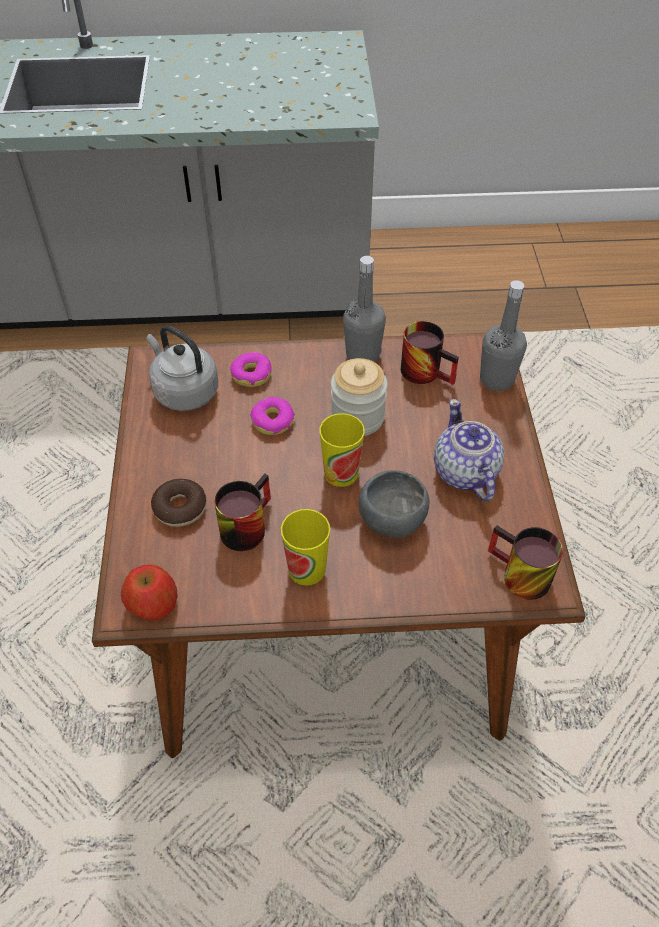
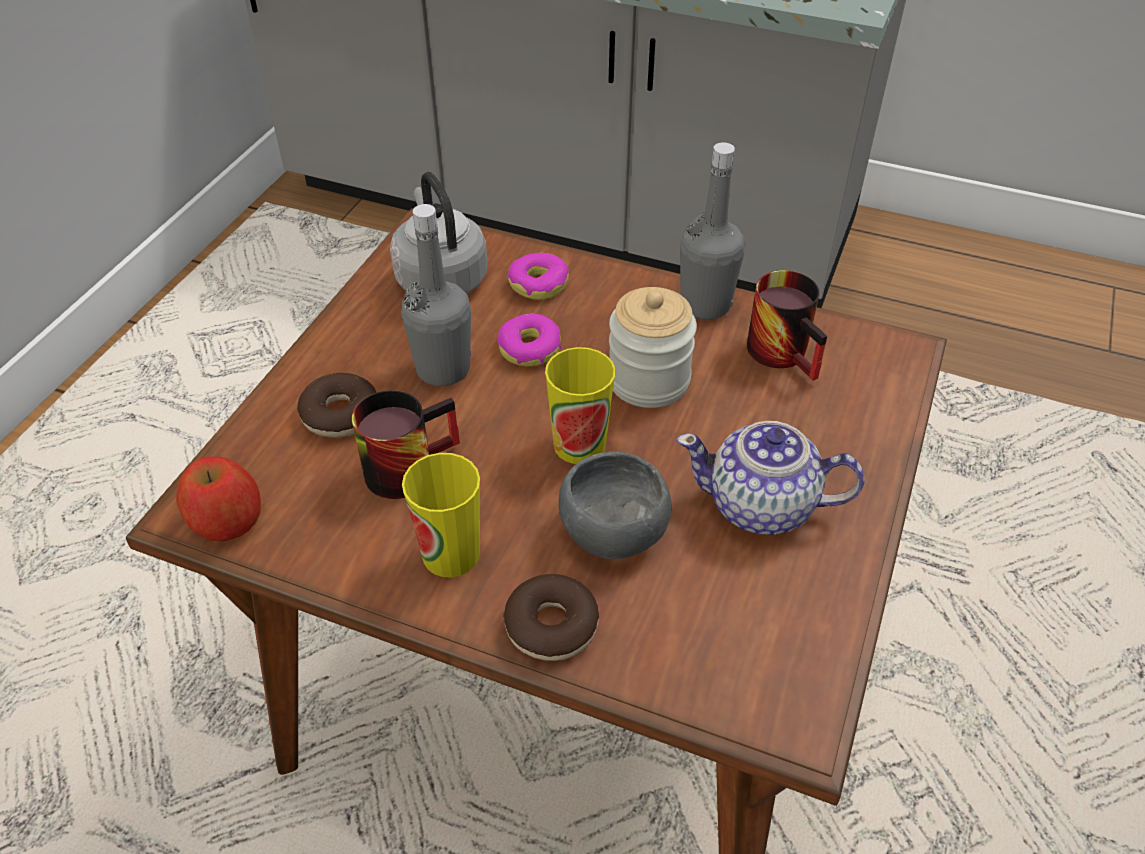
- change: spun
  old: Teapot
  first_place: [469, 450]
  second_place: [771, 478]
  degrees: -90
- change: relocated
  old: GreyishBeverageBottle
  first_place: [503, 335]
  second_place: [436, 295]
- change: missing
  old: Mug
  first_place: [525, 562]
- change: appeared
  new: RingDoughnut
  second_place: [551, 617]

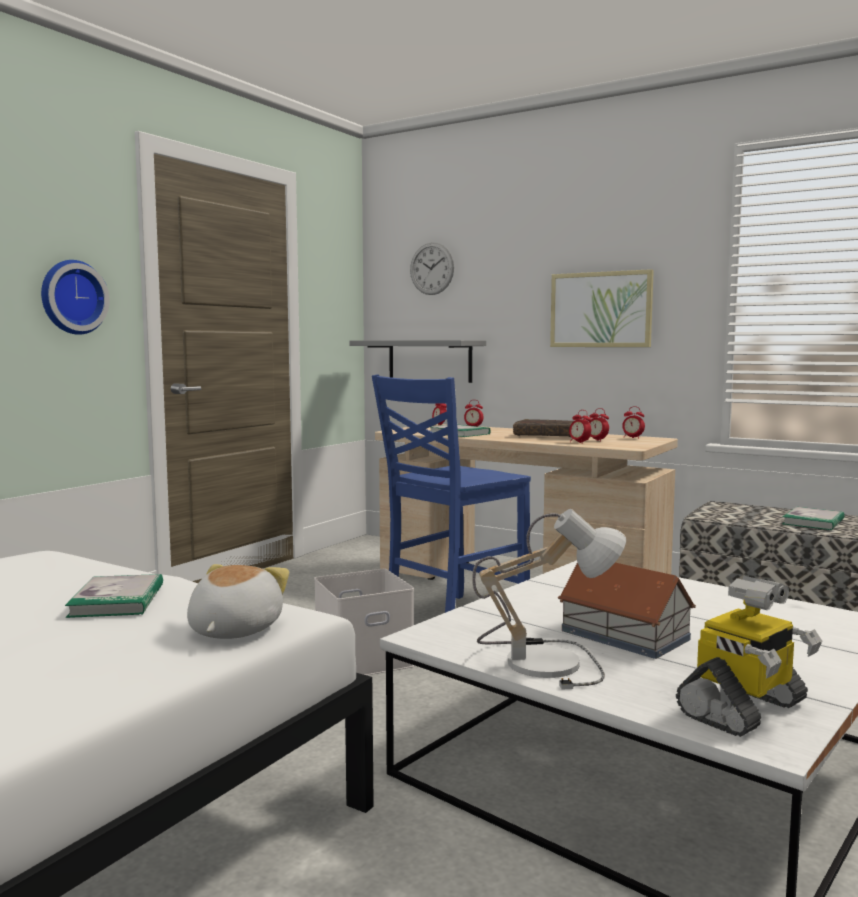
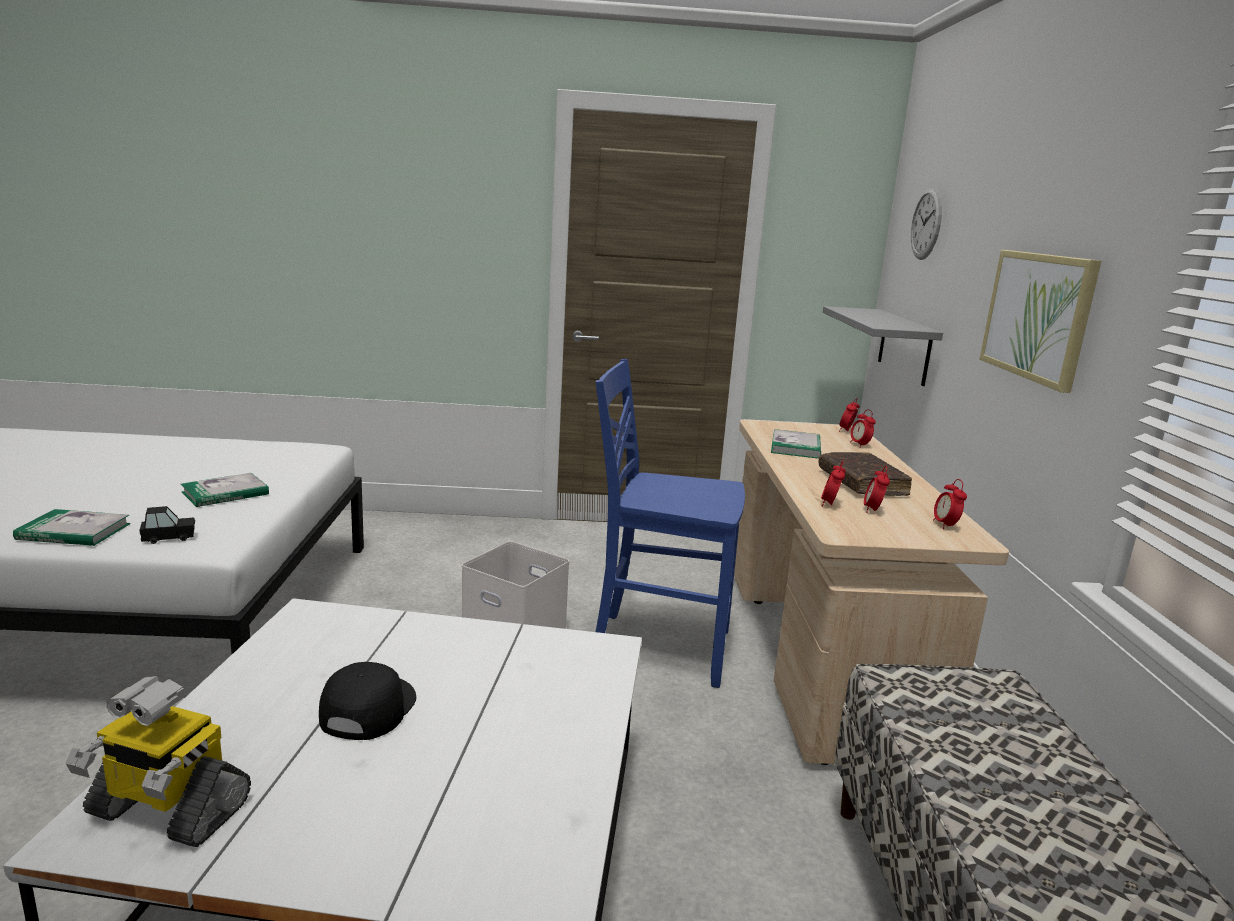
- change: missing
  old: ClockOnTheWall
  first_place: [75, 297]
- change: exchanged
  old: SoftToy
  new: BlackColouredMiniatureCar
  first_place: [238, 601]
  second_place: [167, 525]
- change: missing
  old: TabletopLamp
  first_place: [549, 599]
- change: exchanged
  old: ToyHouse
  new: BlackColouredBaseballCap
  first_place: [627, 610]
  second_place: [367, 701]
- change: relocated
  old: Volume
  first_place: [814, 518]
  second_place: [72, 527]

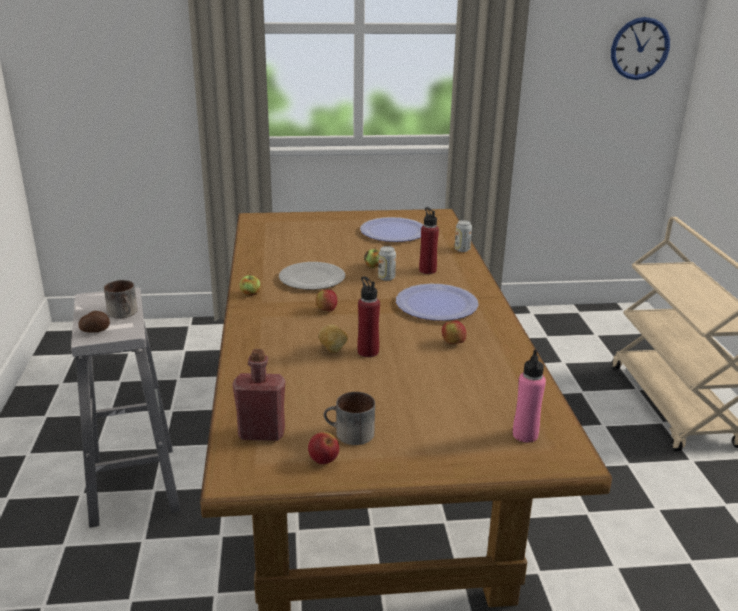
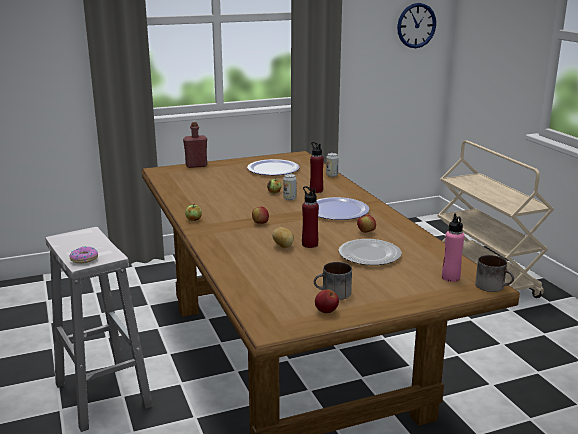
- change: exchanged
  old: Spud
  new: RingDoughnut
  first_place: [94, 322]
  second_place: [83, 255]
- change: relocated
  old: Mug
  first_place: [121, 299]
  second_place: [494, 273]
- change: relocated
  old: RedBeverageBottle
  first_place: [258, 395]
  second_place: [195, 145]
- change: relocated
  old: DinnerPlate
  first_place: [312, 276]
  second_place: [370, 252]

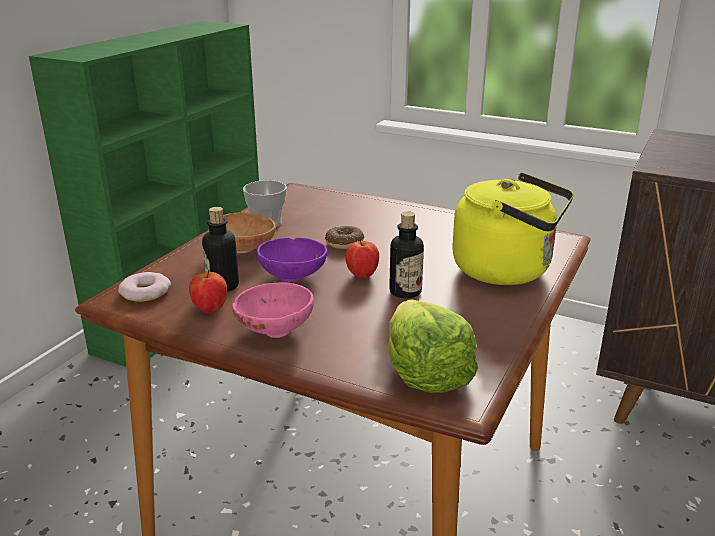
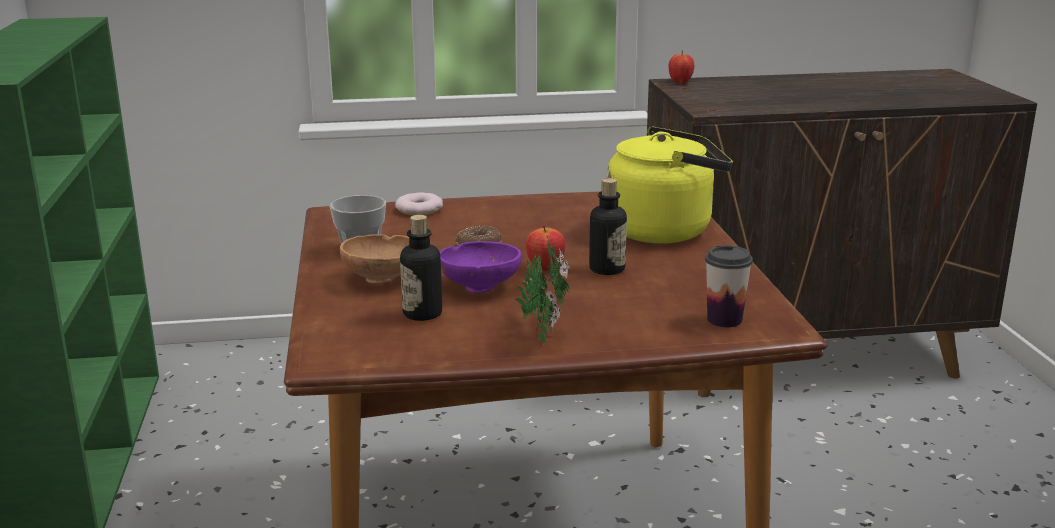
- change: relocated
  old: RingDoughnut
  first_place: [144, 287]
  second_place: [419, 203]
- change: relocated
  old: WholeApple
  first_place: [208, 291]
  second_place: [681, 67]
- change: exchanged
  old: PinkishServingBowl
  new: PlantInAPot
  first_place: [273, 310]
  second_place: [542, 289]
- change: exchanged
  old: LettuceHead
  new: Cup
  first_place: [433, 346]
  second_place: [729, 286]

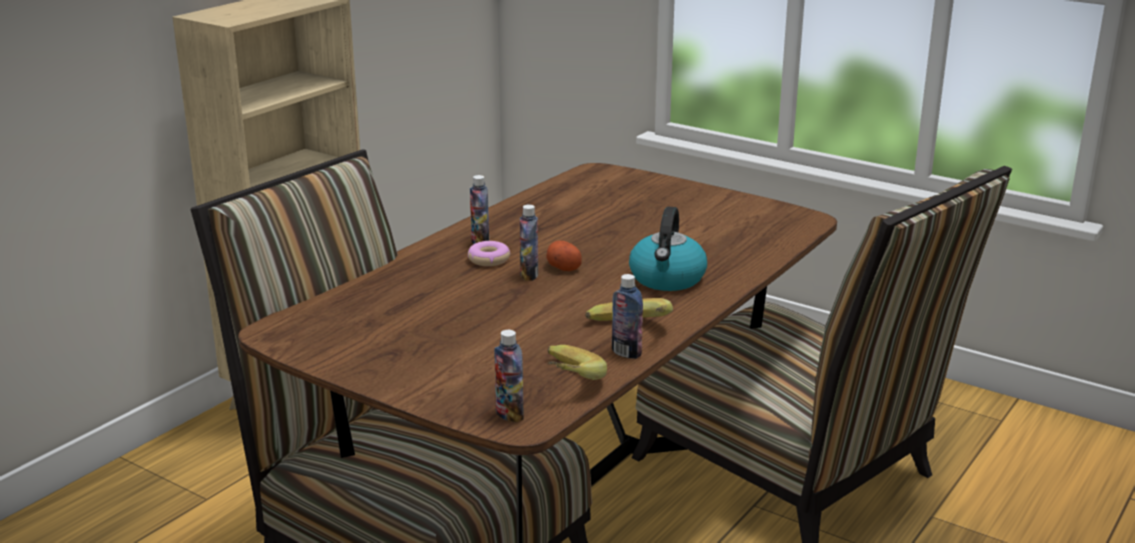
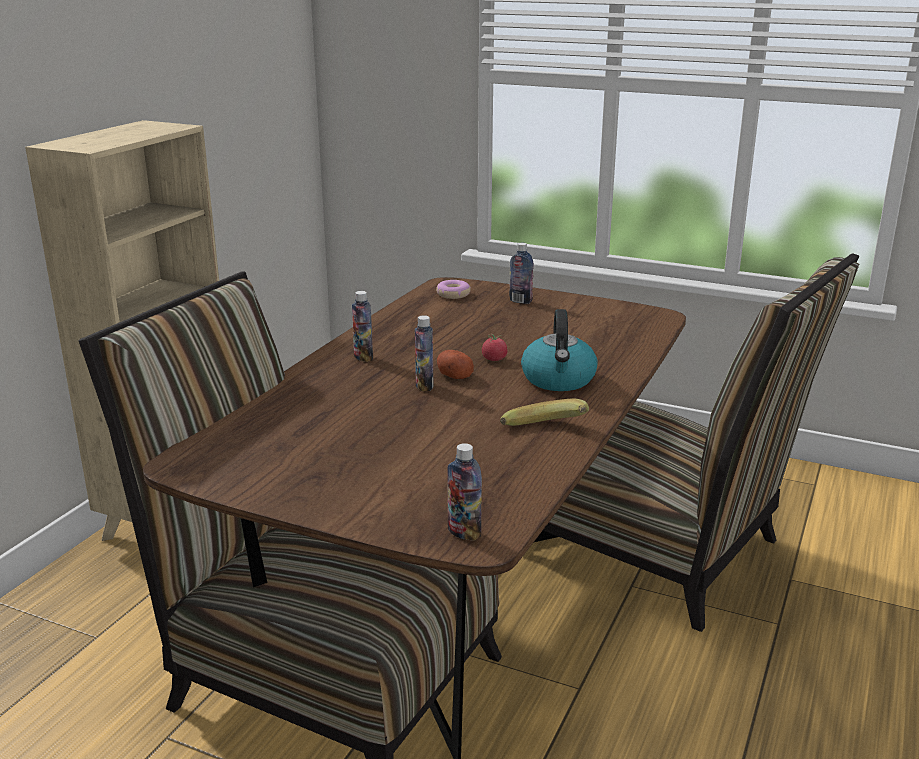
- change: relocated
  old: RingDoughnut
  first_place: [489, 253]
  second_place: [453, 289]
- change: missing
  old: Banana
  first_place: [577, 362]
- change: relocated
  old: BeverageBottle
  first_place: [627, 316]
  second_place: [521, 273]
- change: appeared
  new: WholeTomato
  second_place: [495, 347]

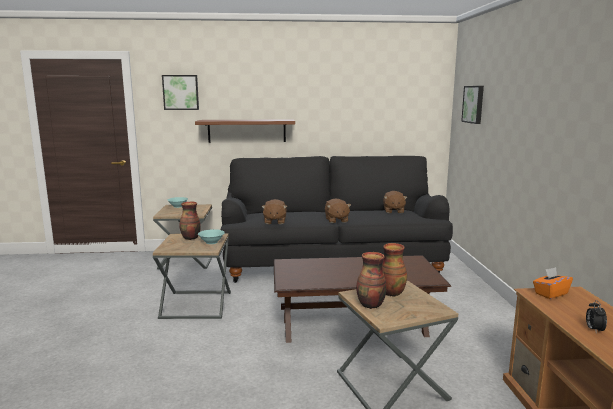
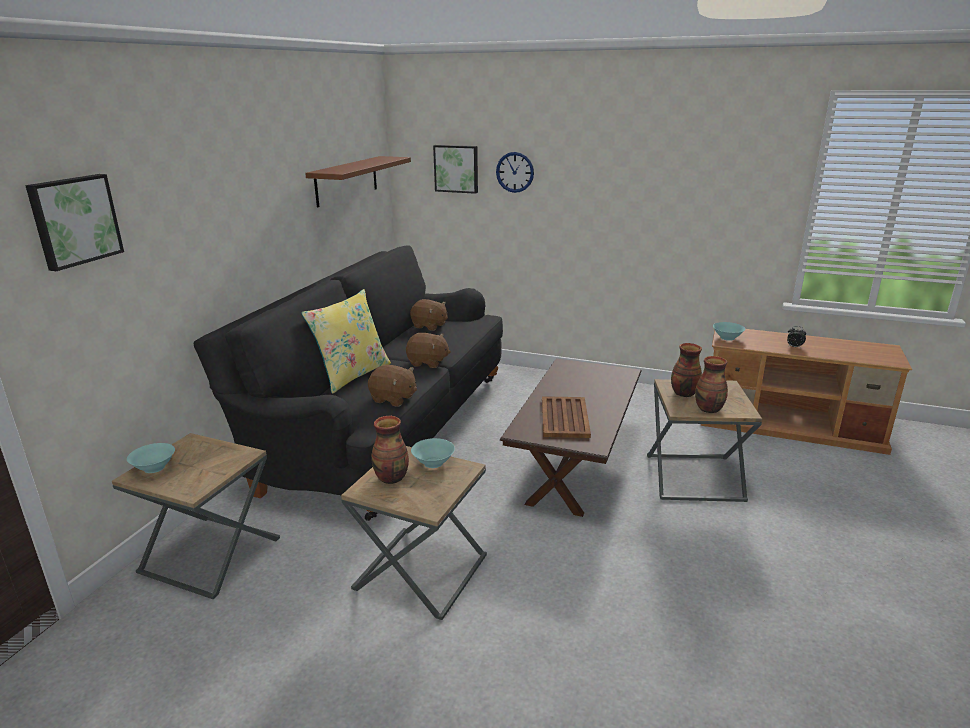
- change: relocated
  old: BrownishBracketShelf
  first_place: [245, 131]
  second_place: [358, 182]
- change: exchanged
  old: OrangeyTissueHolder
  new: TurquoiseColouredServingBowl
  first_place: [553, 283]
  second_place: [729, 331]
- change: appeared
  new: YellowPillow
  second_place: [346, 341]
- change: appeared
  new: ClockOnTheWall
  second_place: [515, 172]
- change: appeared
  new: BrownishServingTray
  second_place: [566, 417]

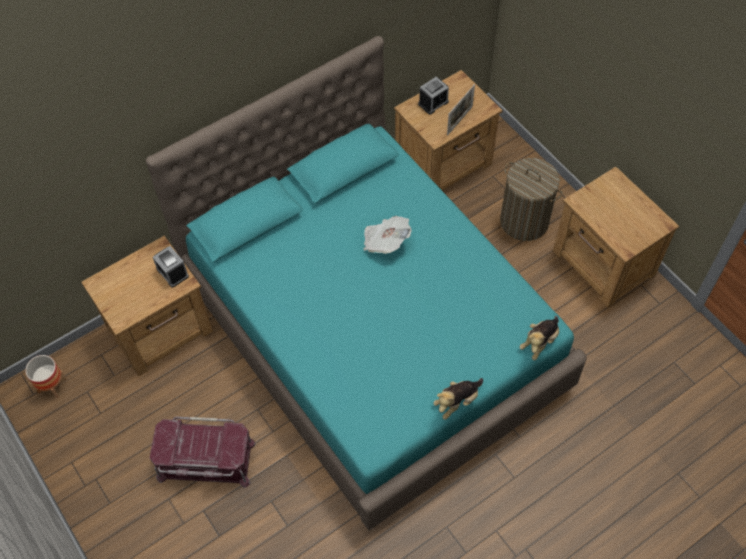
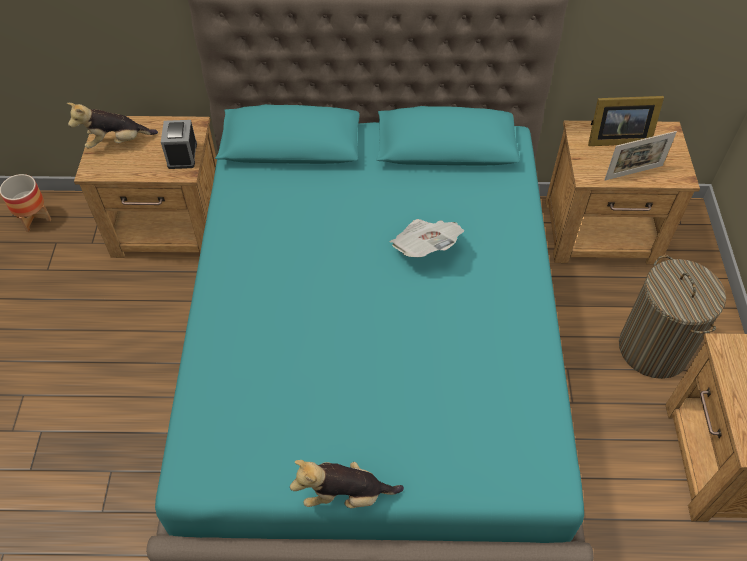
- change: missing
  old: RedStorageBox
  first_place: [203, 452]
- change: exchanged
  old: TableClock
  new: PictureFrame
  first_place: [433, 96]
  second_place: [626, 121]
- change: relocated
  old: SoftToy
  first_place: [539, 338]
  second_place: [112, 125]

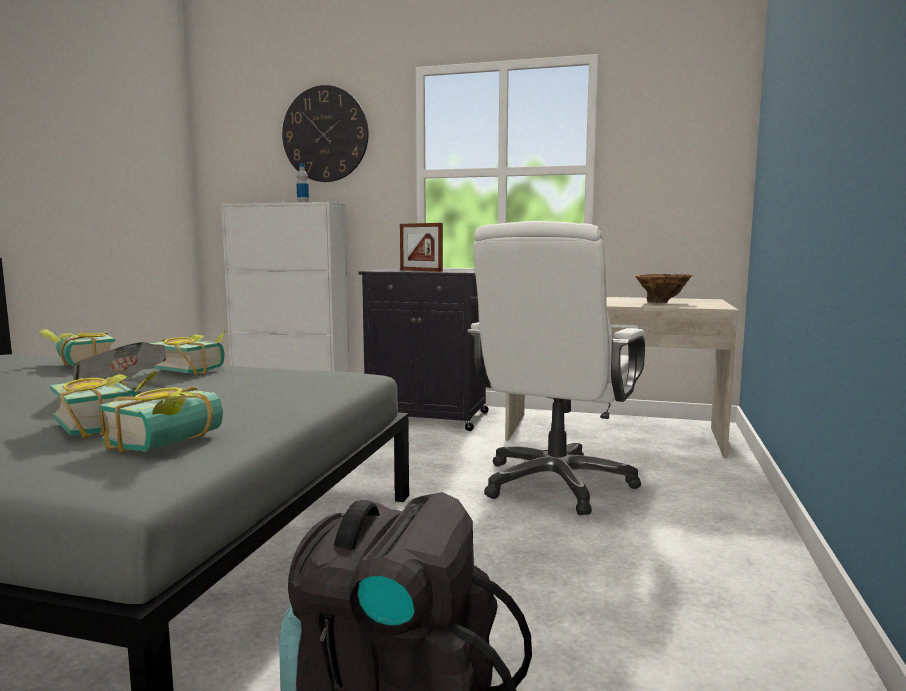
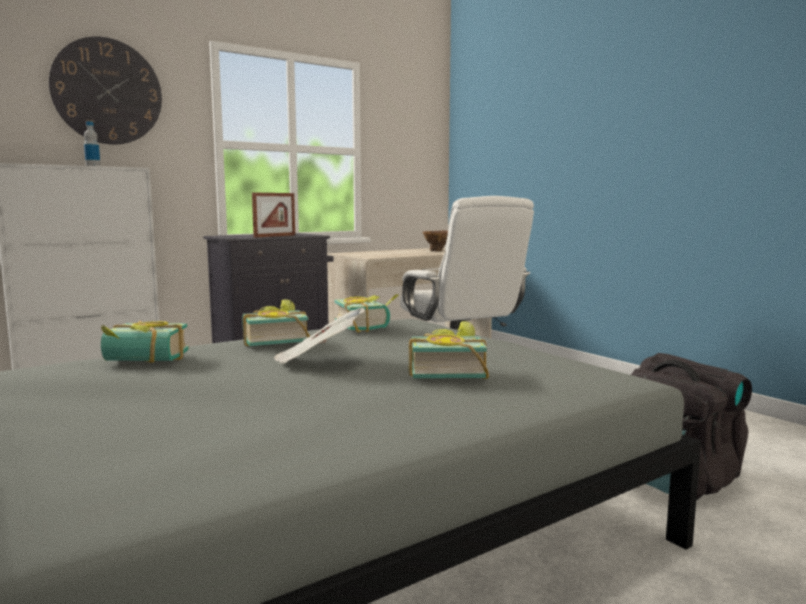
- change: relocated
  old: Volume
  first_place: [161, 419]
  second_place: [366, 313]
- change: spun
  old: PictureFrame
  first_place: [421, 247]
  second_place: [273, 215]
  degrees: -45

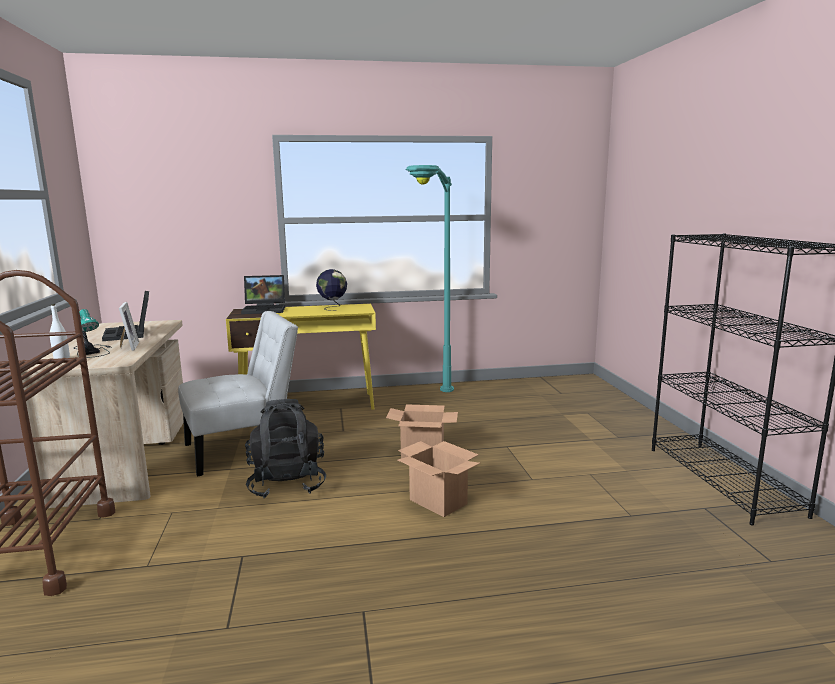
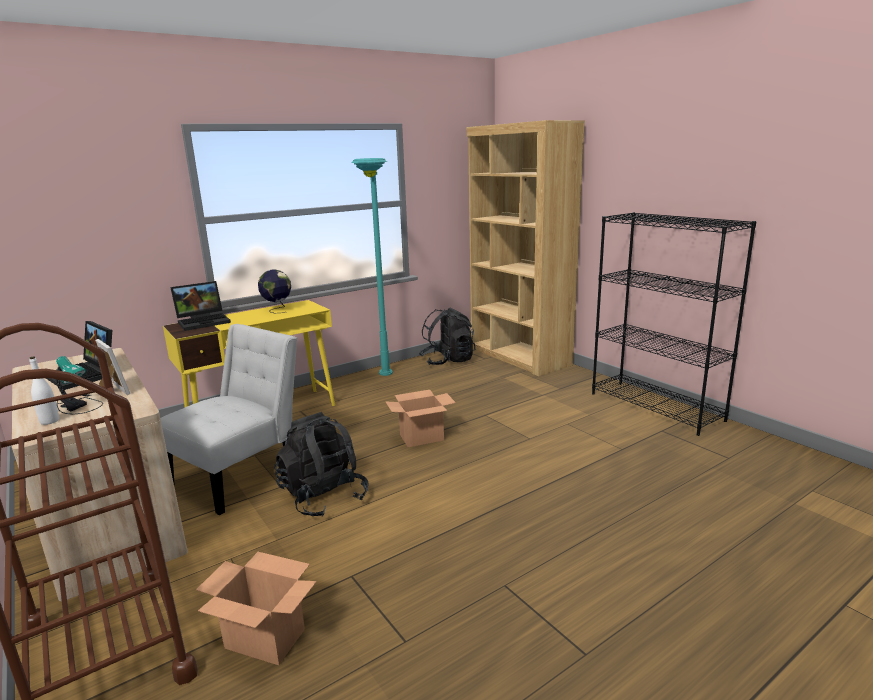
- change: relocated
  old: CardboardBox
  first_place: [439, 479]
  second_place: [256, 608]
- change: appeared
  new: BlackColouredRucksack
  second_place: [447, 336]
- change: appeared
  new: BrownishBookshelf
  second_place: [526, 248]

